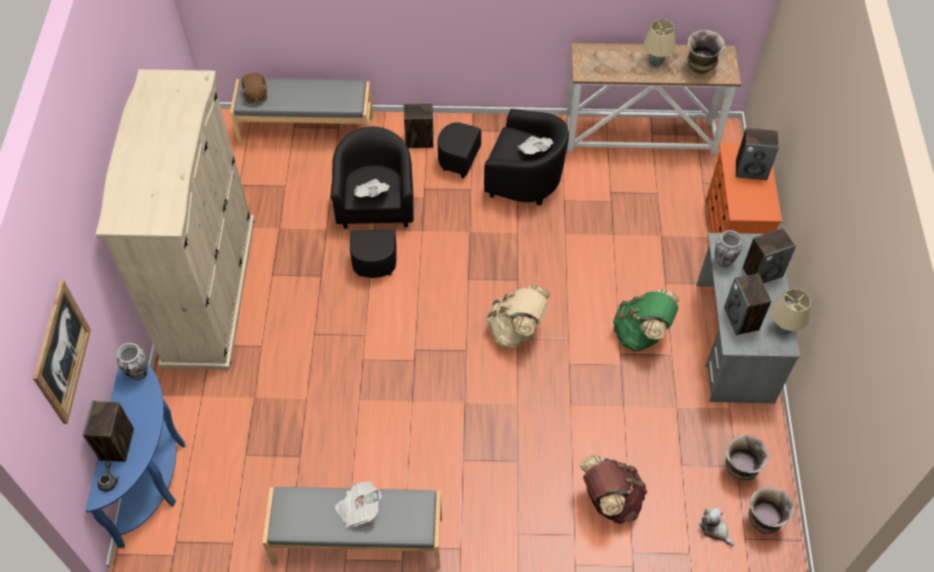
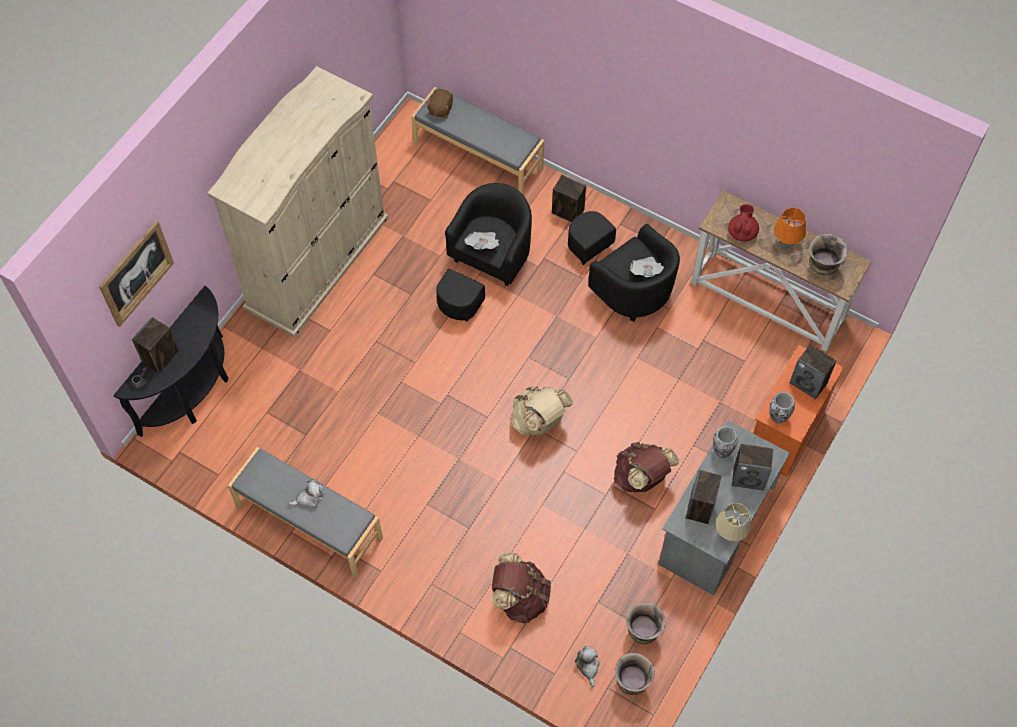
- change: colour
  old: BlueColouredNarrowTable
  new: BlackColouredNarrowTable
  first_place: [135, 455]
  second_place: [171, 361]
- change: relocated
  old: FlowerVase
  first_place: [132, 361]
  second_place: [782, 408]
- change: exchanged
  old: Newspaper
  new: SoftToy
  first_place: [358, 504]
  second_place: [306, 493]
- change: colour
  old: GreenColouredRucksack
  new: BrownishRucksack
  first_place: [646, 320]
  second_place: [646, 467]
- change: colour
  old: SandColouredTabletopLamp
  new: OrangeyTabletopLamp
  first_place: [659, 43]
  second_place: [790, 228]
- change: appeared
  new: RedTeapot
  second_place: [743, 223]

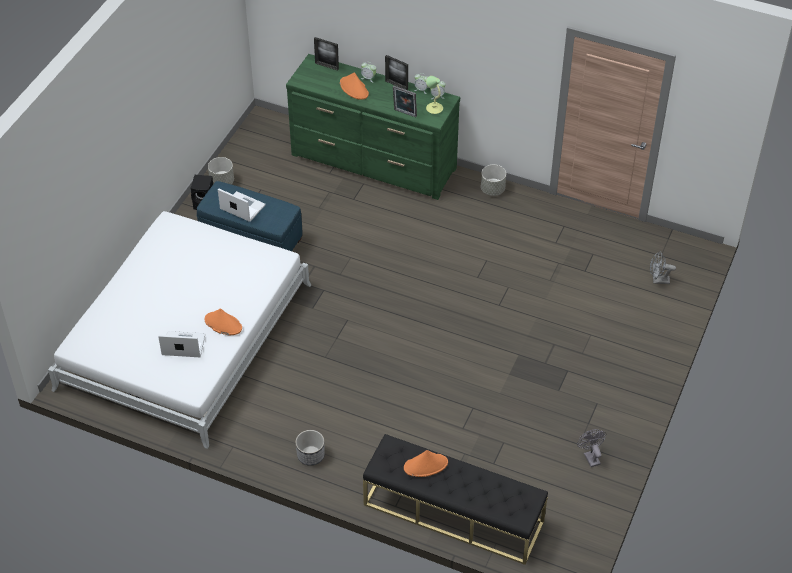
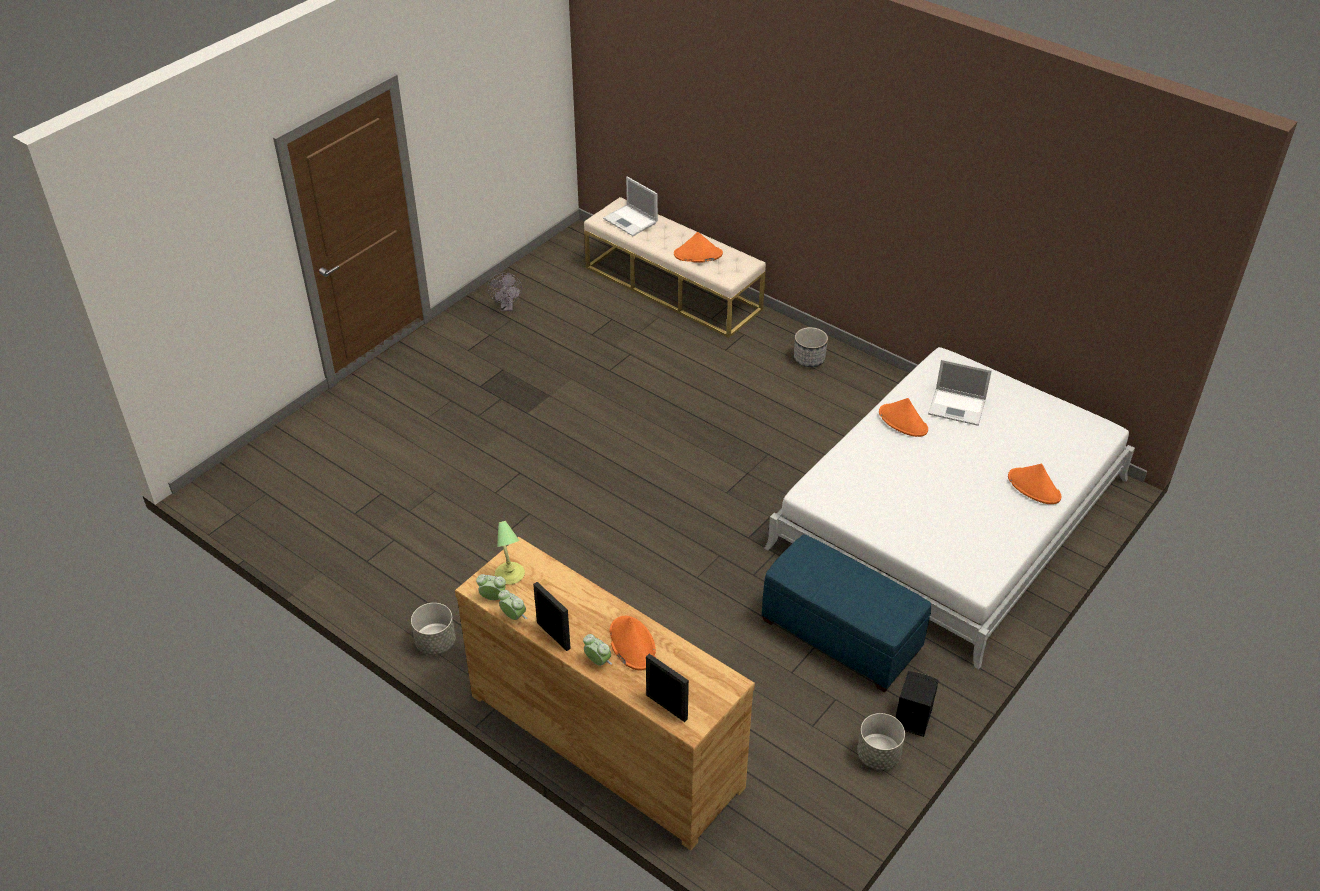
- change: relocated
  old: NotebookComputer
  first_place: [242, 205]
  second_place: [630, 206]
- change: colour
  old: GreenColouredChestOfDrawers
  new: BrownishChestOfDrawers
  first_place: [373, 127]
  second_place: [605, 693]
- change: colour
  old: BlackColouredIndoorBench
  new: SandColouredIndoorBench
  first_place: [455, 499]
  second_place: [675, 267]
- change: missing
  old: PictureFrame
  first_place: [405, 101]
- change: missing
  old: GreyishCoolingFan
  first_place: [663, 267]
- change: appeared
  new: OrangeyClothingHat
  second_place: [1035, 484]

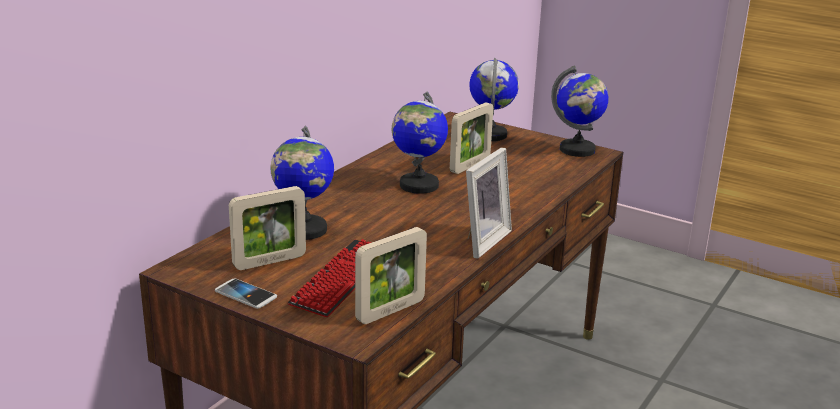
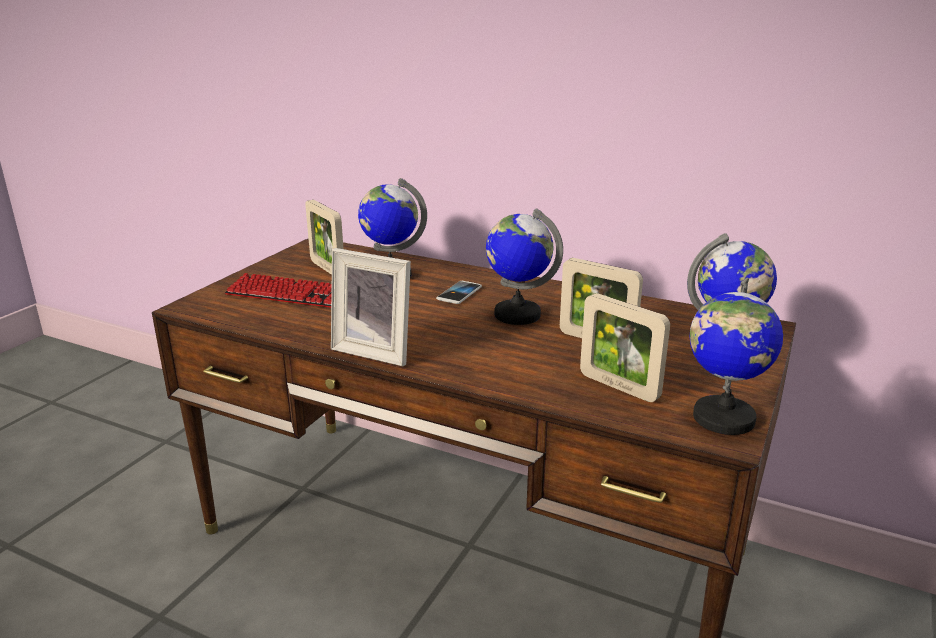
- change: relocated
  old: Phone
  first_place: [246, 293]
  second_place: [459, 292]
- change: relocated
  old: PictureFrame
  first_place: [391, 275]
  second_place: [625, 347]

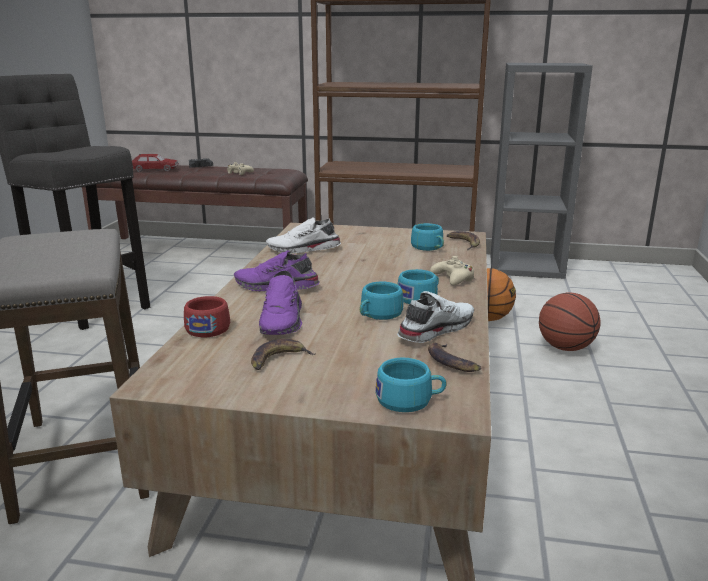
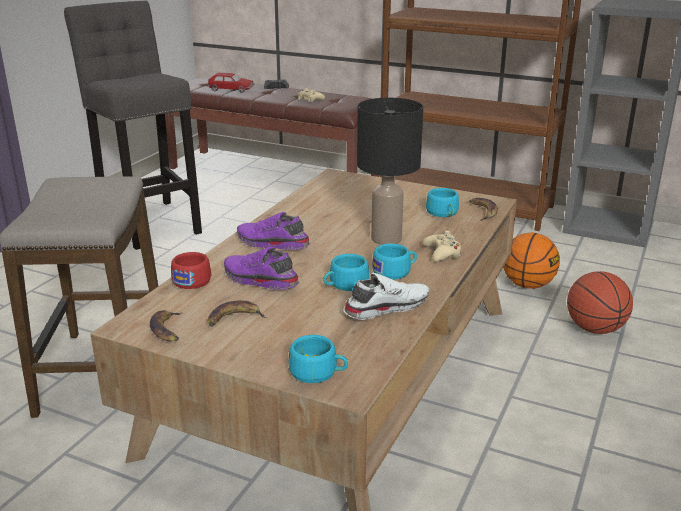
- change: spun
  old: PurpleShoe
  first_place: [280, 302]
  second_place: [261, 268]
  degrees: 105
- change: missing
  old: WhiteShoe
  first_place: [303, 235]
- change: relocated
  old: Banana
  first_place: [454, 357]
  second_place: [166, 326]
- change: appeared
  new: BlackColouredTabletopLamp
  second_place: [390, 171]

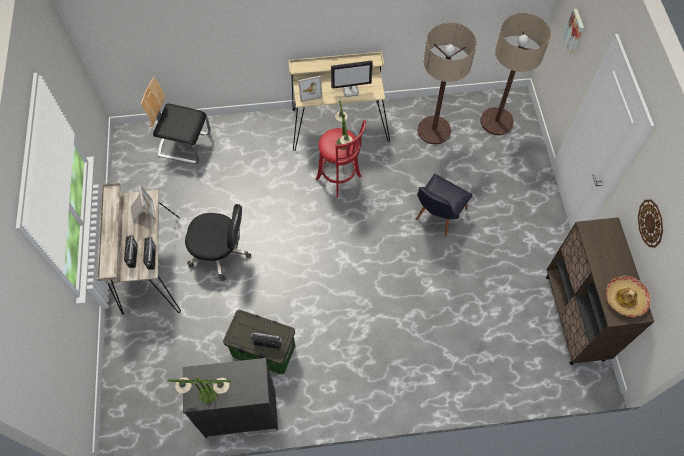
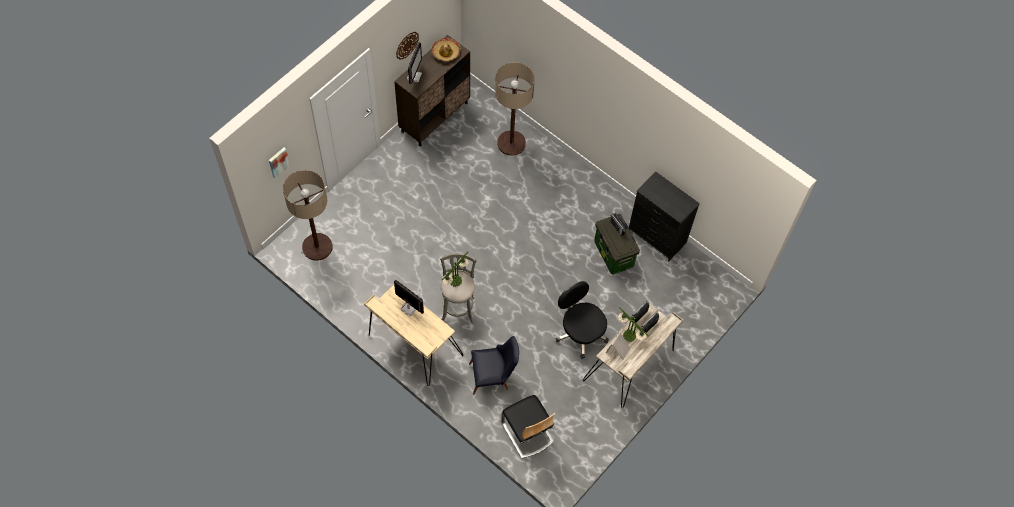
- change: relocated
  old: TabletopLamp
  first_place: [199, 390]
  second_place: [633, 324]
- change: missing
  old: PictureFrame
  first_place: [310, 89]
- change: colour
  old: RedStoolSeat
  new: GreyishStoolSeat
  first_place: [341, 159]
  second_place: [458, 288]
- change: relocated
  old: BlackColouredUprightChair
  first_place: [444, 205]
  second_place: [494, 365]
- change: relocated
  old: StandardLamp
  first_place: [447, 83]
  second_place: [515, 109]
- change: appeared
  new: ComputerDisplay
  second_place: [414, 63]

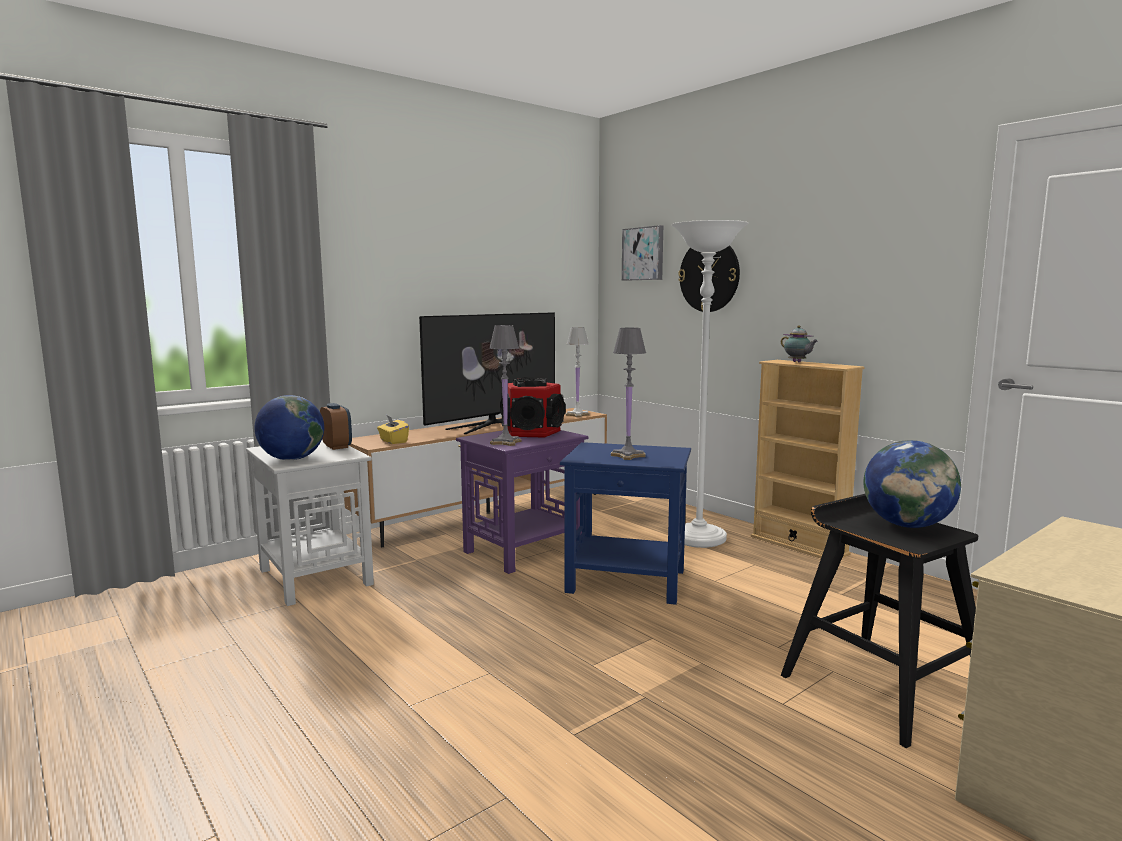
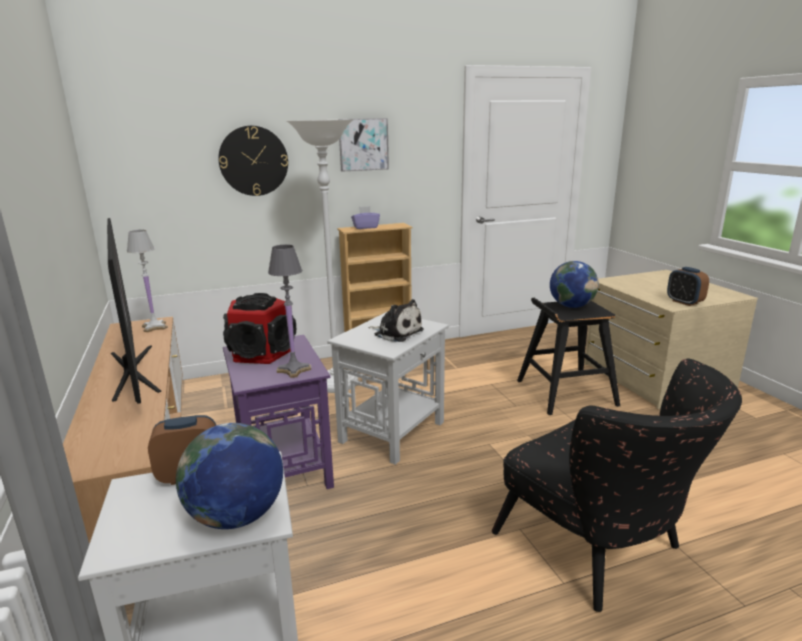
- change: missing
  old: YellowTissueHolder
  first_place: [393, 430]
- change: colour
  old: BlueColouredSideTable
  new: WhiteSideTable
  first_place: [625, 523]
  second_place: [388, 388]
- change: exchanged
  old: GreyishTabletopLamp
  new: SoftToy
  first_place: [628, 394]
  second_place: [396, 320]
- change: relocated
  old: WallPicture
  first_place: [642, 253]
  second_place: [363, 145]
- change: exchanged
  old: Teapot
  new: PurpleTissueHolder
  first_place: [799, 343]
  second_place: [365, 217]
- change: appeared
  new: BlackColouredLoungeChair
  second_place: [617, 485]
- change: appeared
  new: TableClock
  second_place: [688, 286]

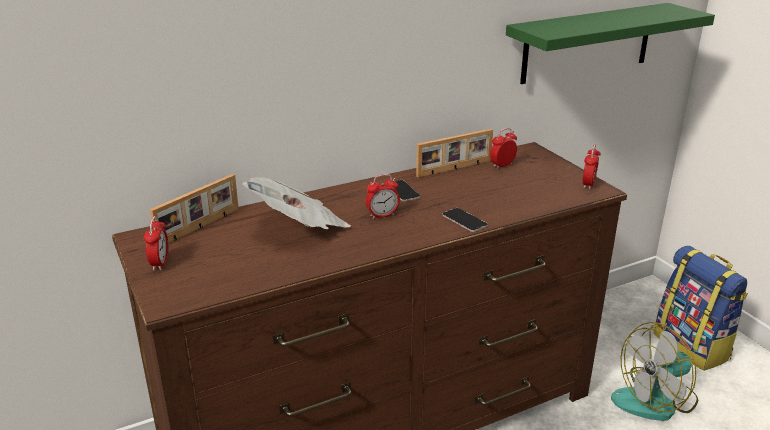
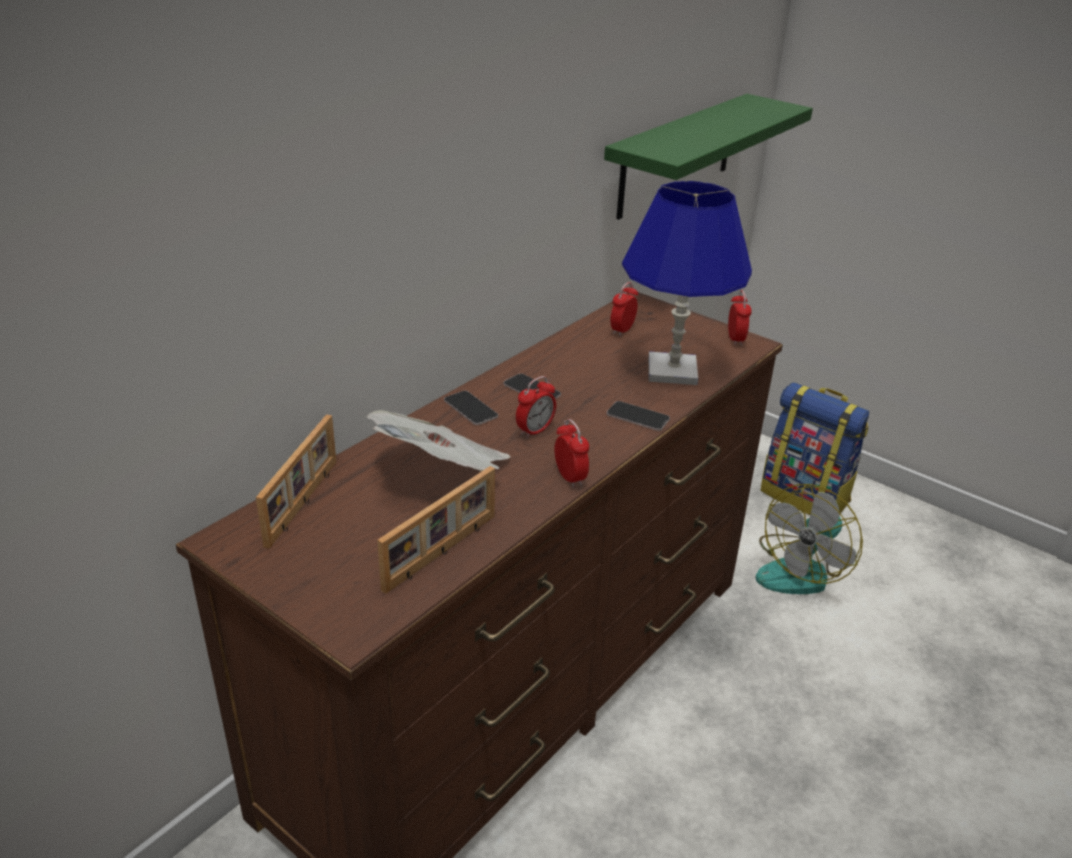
- change: relocated
  old: TableClock
  first_place: [156, 243]
  second_place: [572, 453]
- change: relocated
  old: PictureFrame
  first_place: [454, 153]
  second_place: [436, 530]
- change: appeared
  new: Phone
  second_place: [471, 408]
- change: appeared
  new: BlueColouredTabletopLamp
  second_place: [687, 283]

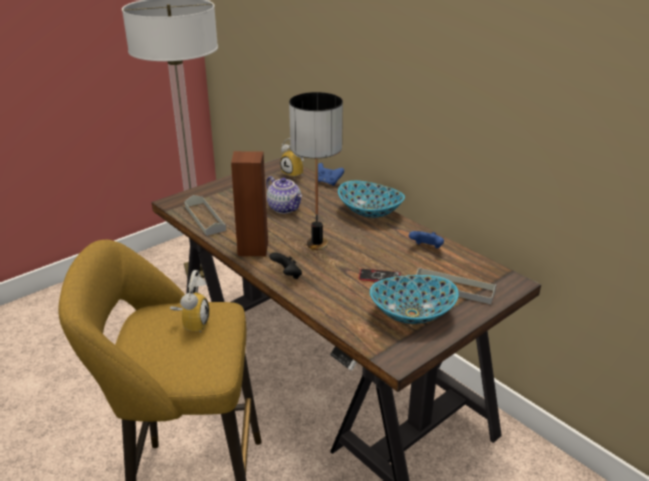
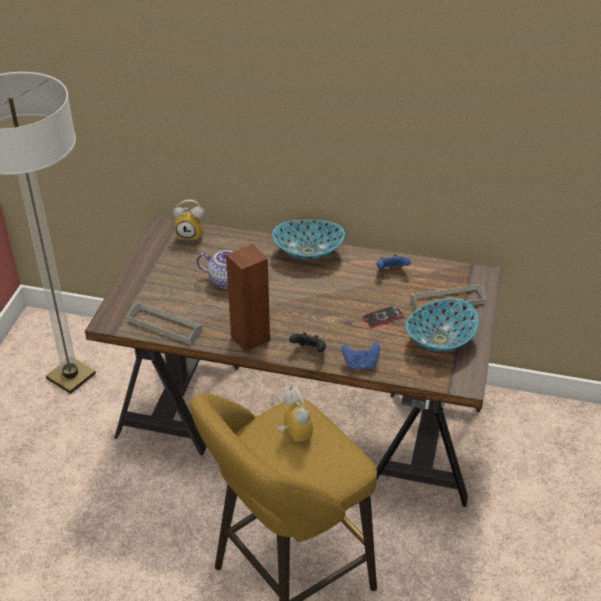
- change: missing
  old: TabletopLamp
  first_place: [316, 171]
- change: relocated
  old: BlueColouredGameController
  first_place: [331, 174]
  second_place: [361, 356]

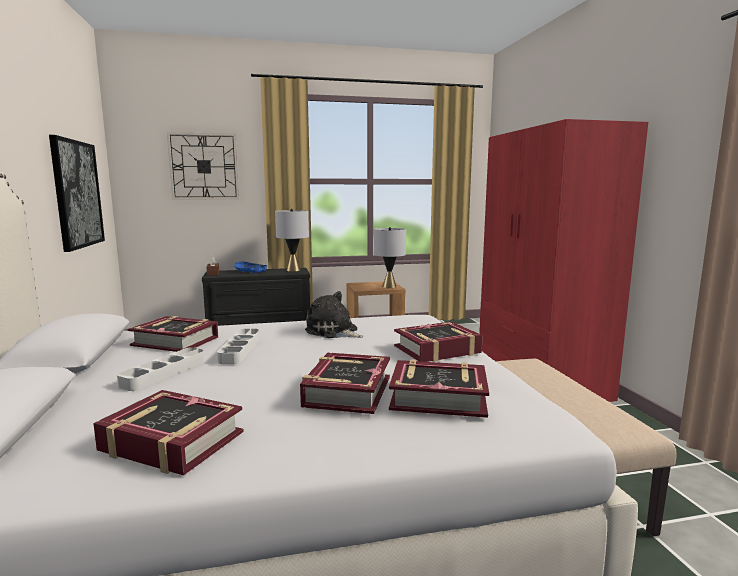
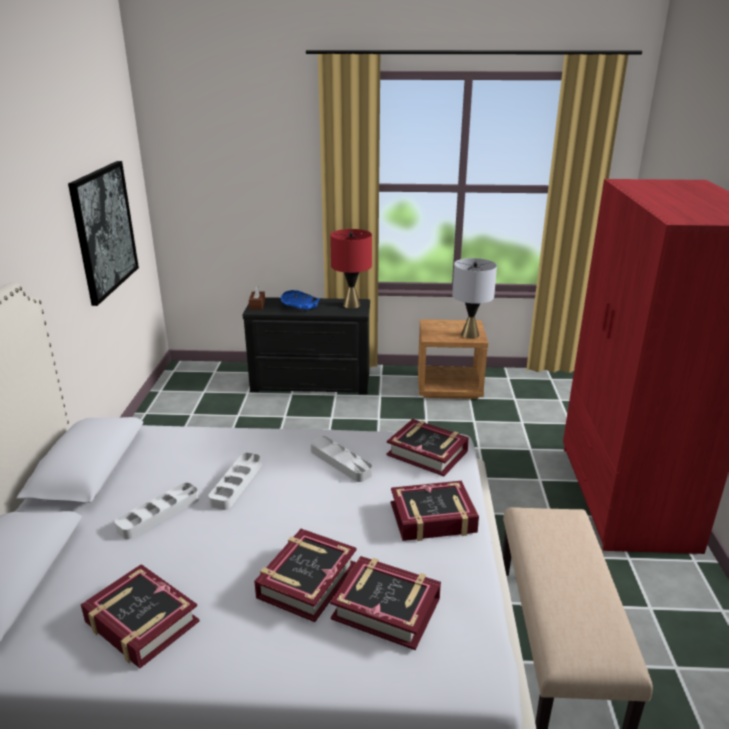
- change: relocated
  old: Volume
  first_place: [173, 334]
  second_place: [428, 447]
- change: missing
  old: ClockOnTheWall
  first_place: [203, 166]
- change: colour
  old: GreyishTabletopLamp
  new: RedTabletopLamp
  first_place: [292, 240]
  second_place: [351, 269]
- change: exchanged
  old: SoftToy
  new: GreyishServingTray
  first_place: [334, 314]
  second_place: [342, 459]

